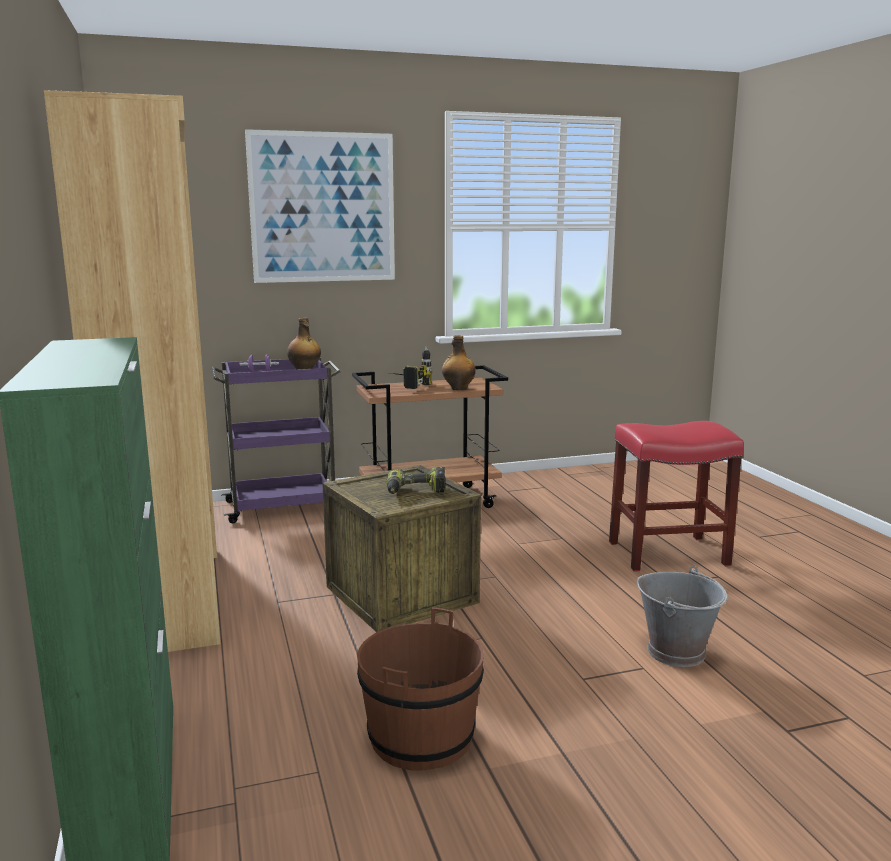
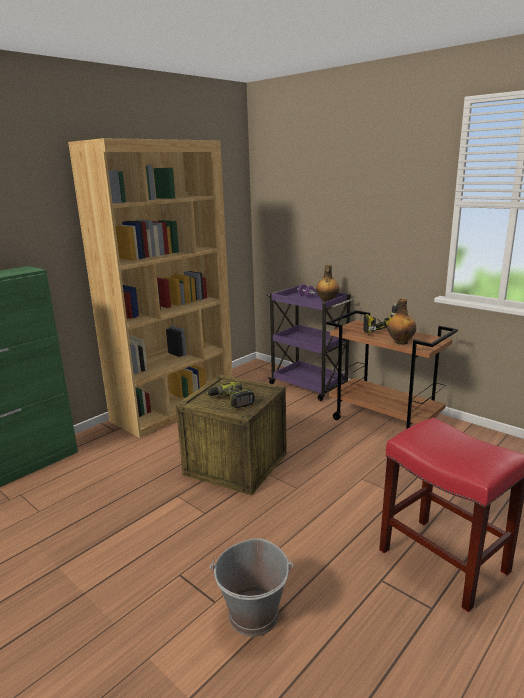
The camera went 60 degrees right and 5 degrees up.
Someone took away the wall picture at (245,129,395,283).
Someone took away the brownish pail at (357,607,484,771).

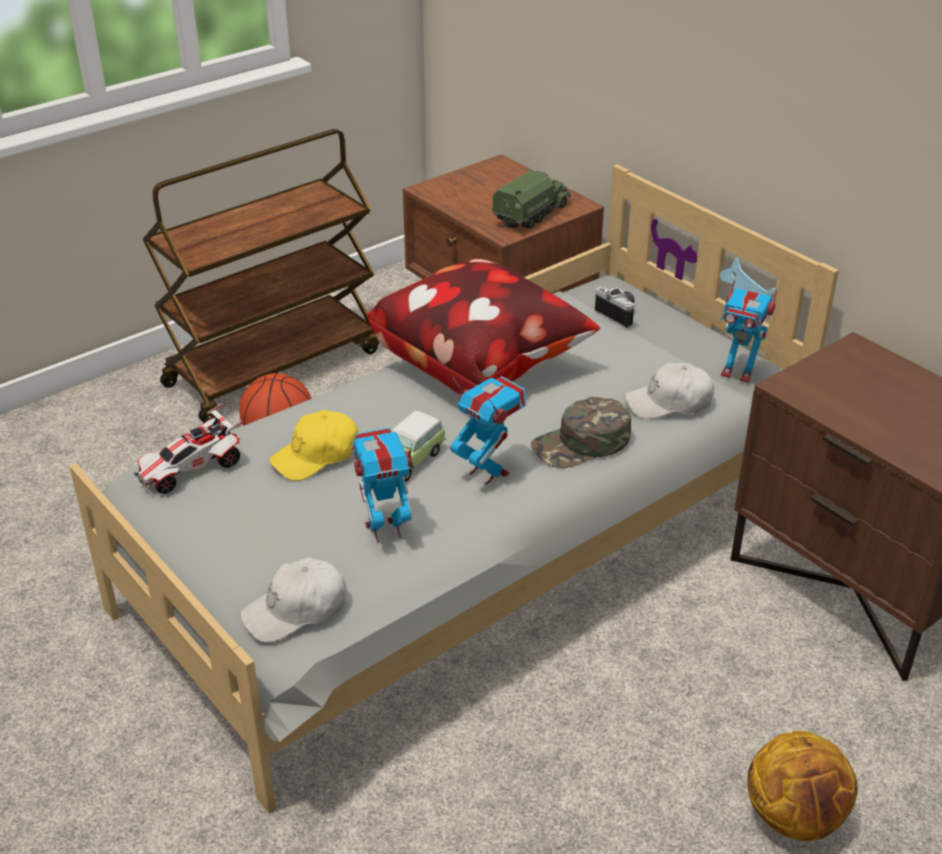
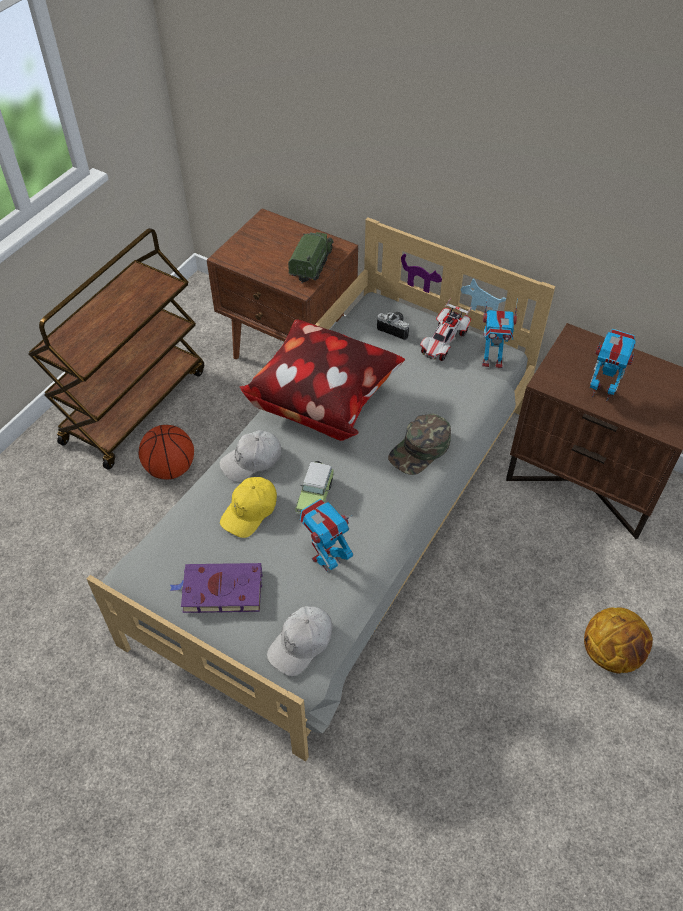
The camera went 20 degrees left and 15 degrees up.
Someone put down the purple volume at (170,563,263,613).
Someone carried the white peaked cap from (625,362,714,419) to (219,430,281,482).
Someone carried the miniature car from (134,403,242,494) to (420,298,472,361).
Someone carried the robot figure from (450,376,526,485) to (590,329,636,402).

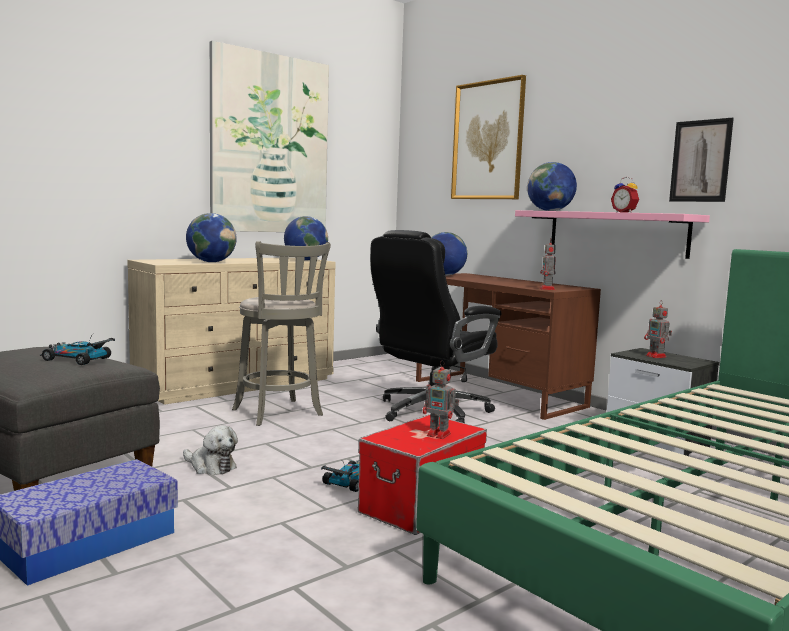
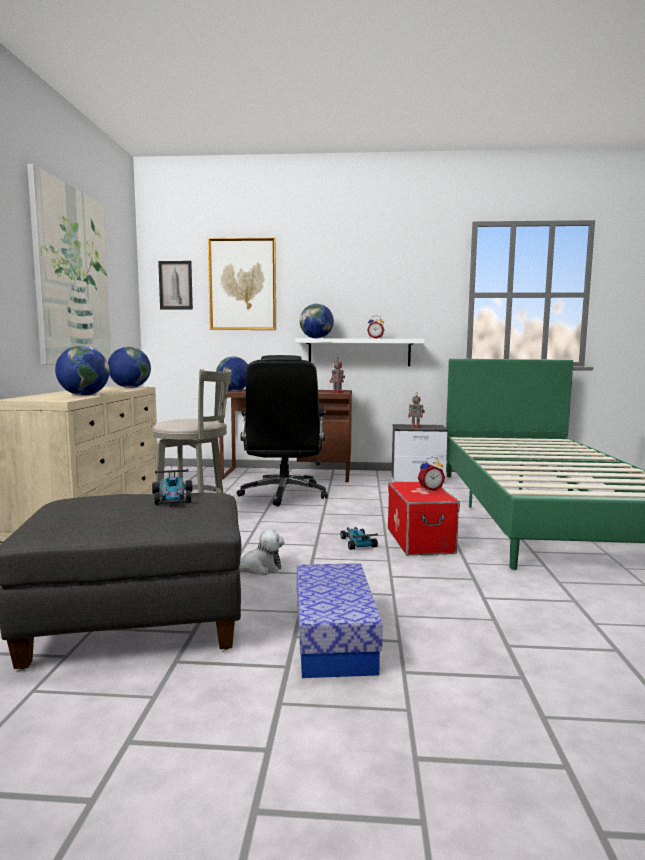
The camera went 45 degrees left and 0 degrees up.
Someone rotated the miniature car at (40,333,115,365) by 75 degrees counterclockwise.
Someone carried the wall picture from (669,118,734,202) to (158,261,193,310).
Someone repainted the pink-coloured shelf at (515,210,710,259), which became the white shelf at (295,338,425,366).
Someone swapped the robot figure at (423,360,459,439) for the alarm clock at (418,457,445,491).

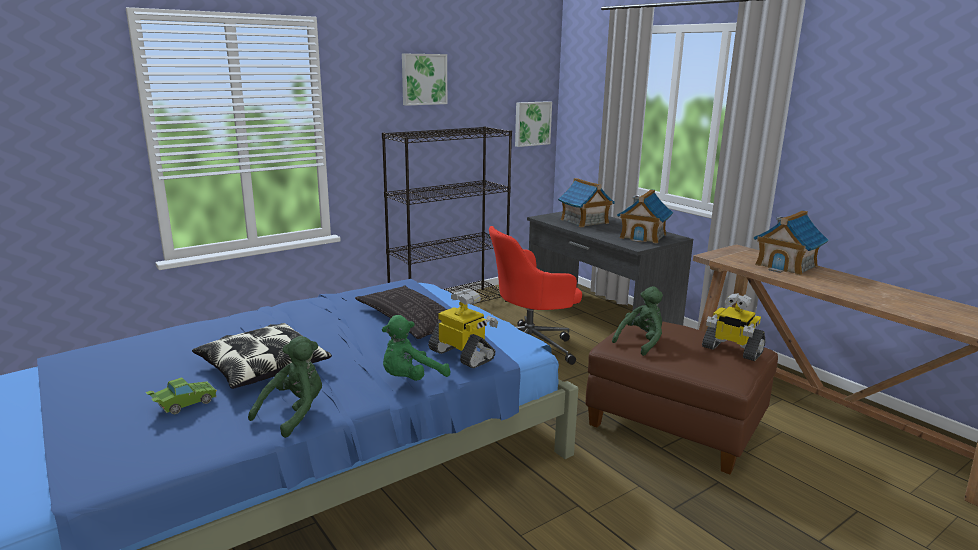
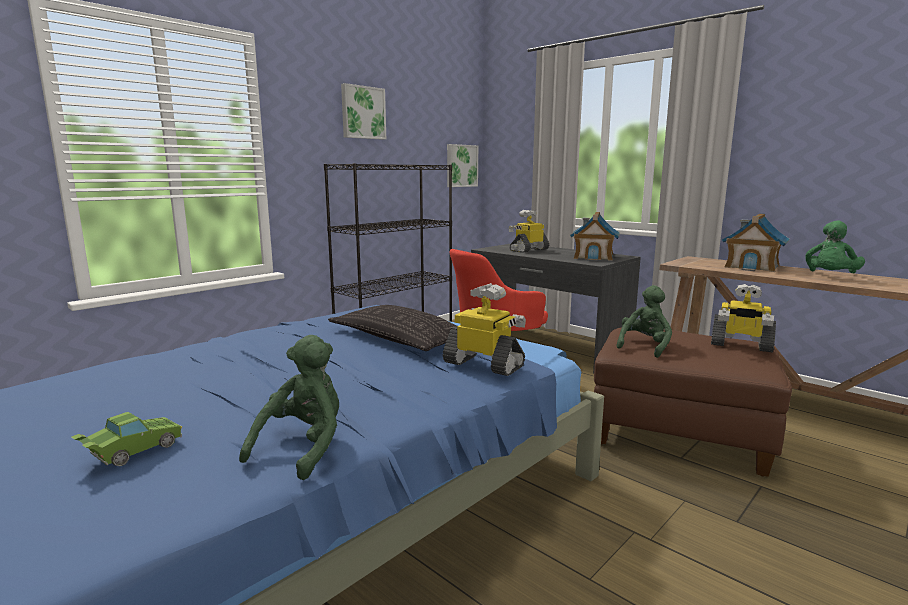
The camera went 10 degrees left and 5 degrees down.
Someone swapped the model house at (558,178,615,227) for the robot figure at (509,210,549,253).
Someone carried the greenish cuddly toy from (382,315,450,381) to (805,220,865,273).
Someone took away the throw pillow at (192,323,332,389).

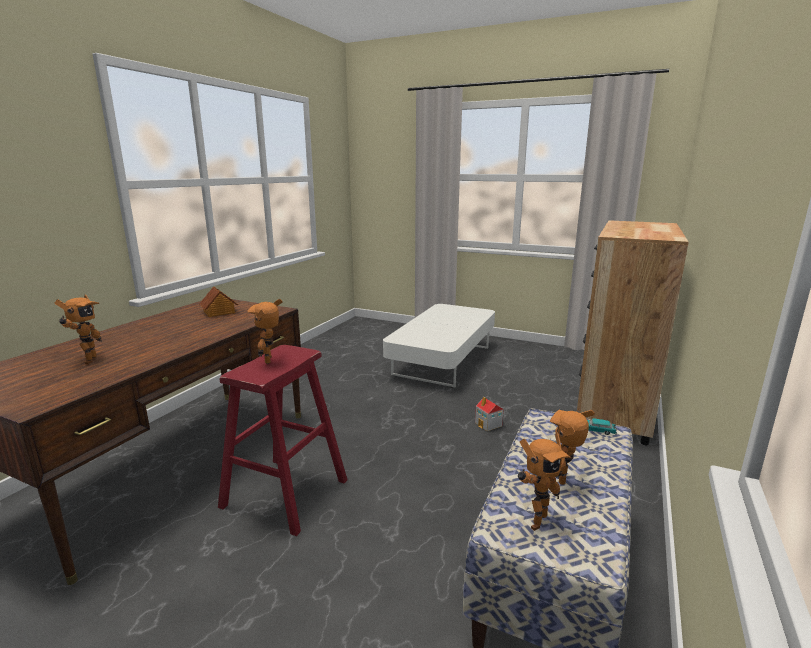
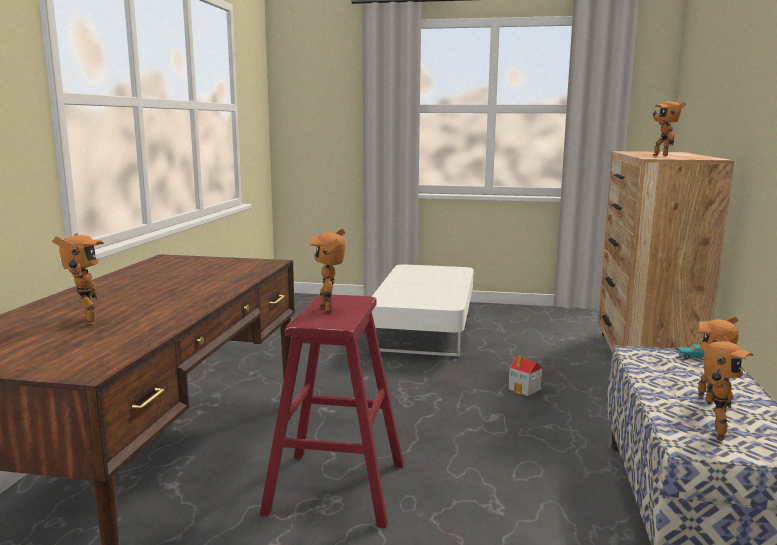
The camera went 15 degrees left and 5 degrees down.
Someone put down the robot figure at (653,101,686,156).
Someone took away the model house at (199,286,238,317).

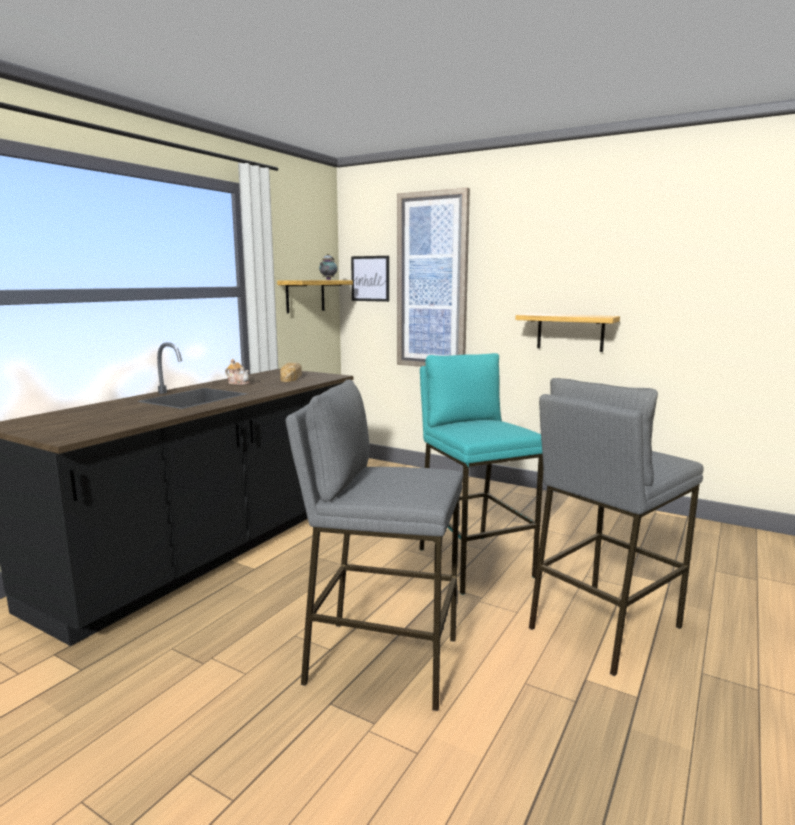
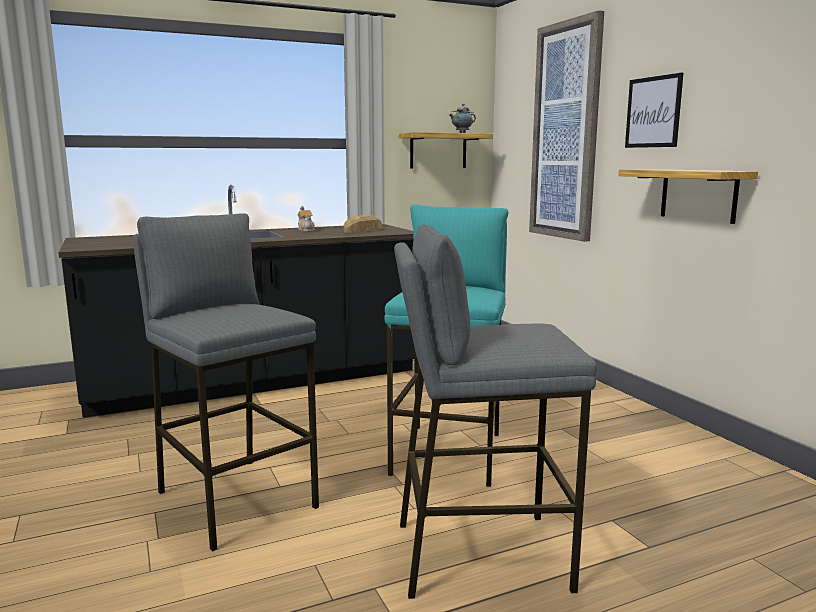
The camera went 35 degrees right and 0 degrees up.
Someone carried the wall picture from (351,256,389,302) to (625,73,683,148).

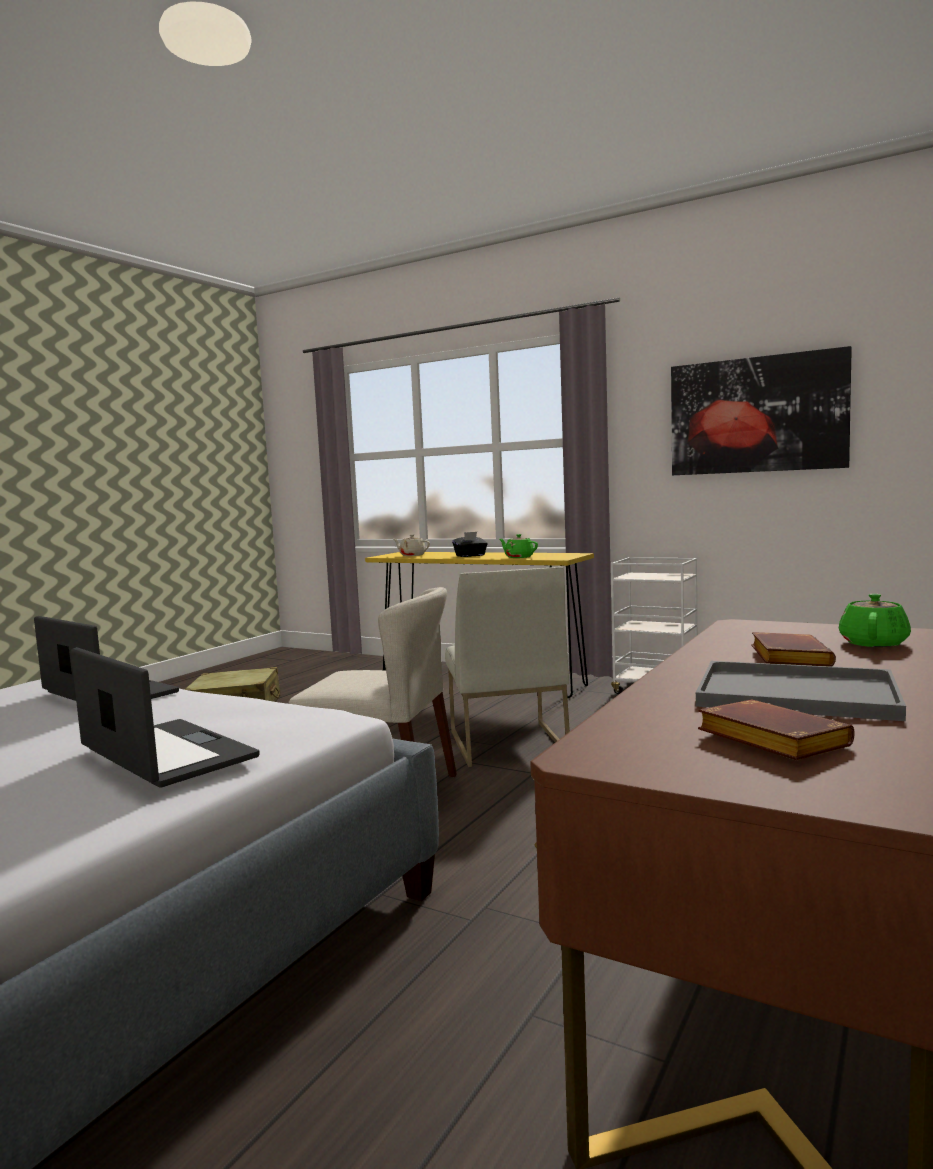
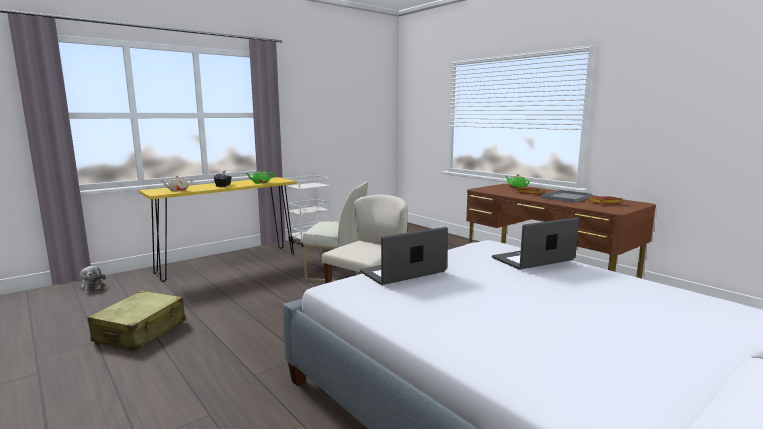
The camera went 70 degrees left and 5 degrees up.
Someone put down the cuddly toy at (80,266,106,291).
Someone took away the wall picture at (671,346,852,475).

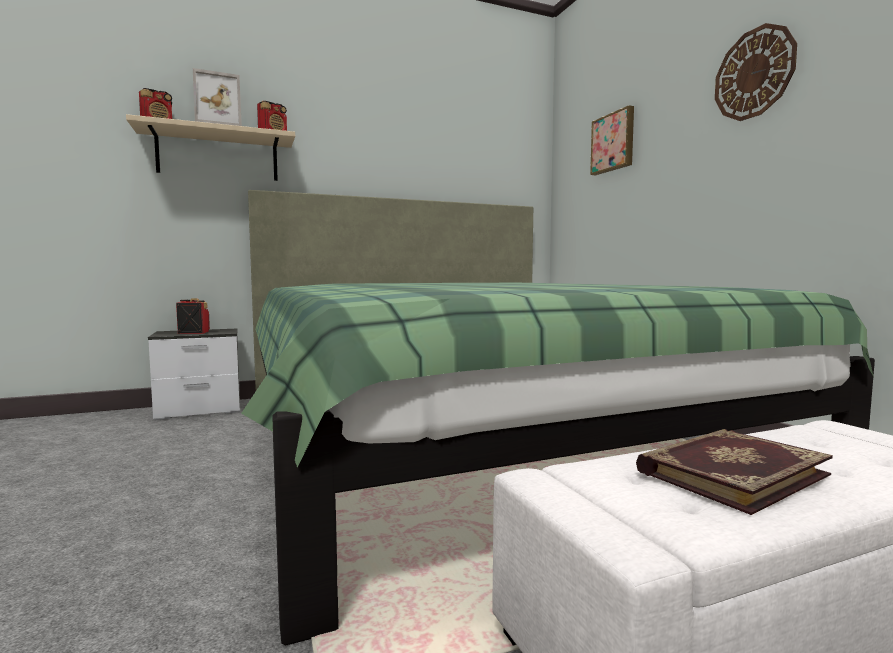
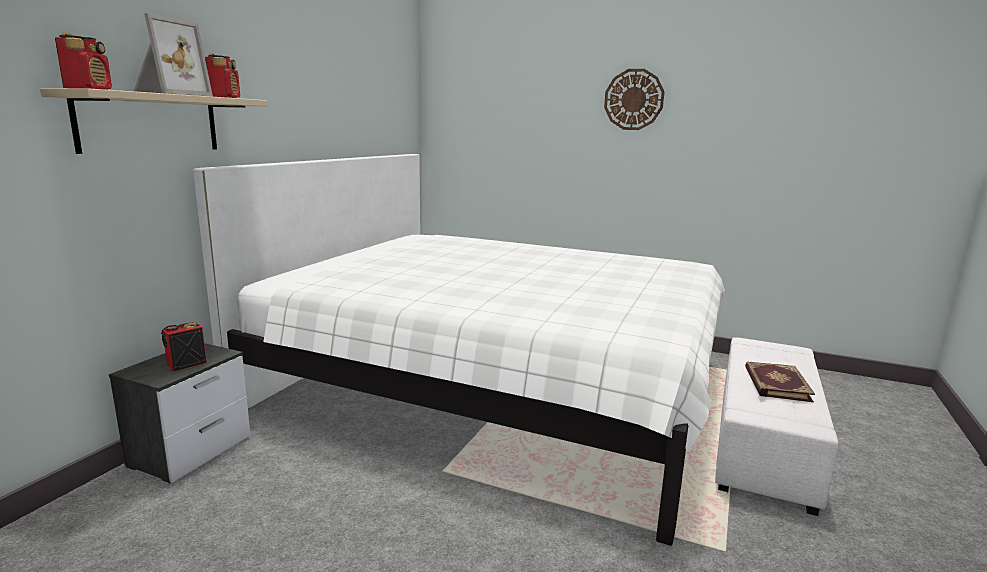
The camera went 45 degrees left and 10 degrees up.
Someone repainted the greenish bedroom bed at (241,190,875,646), which became the white bedroom bed at (193,154,725,546).
Someone took away the wall picture at (590,105,634,175).

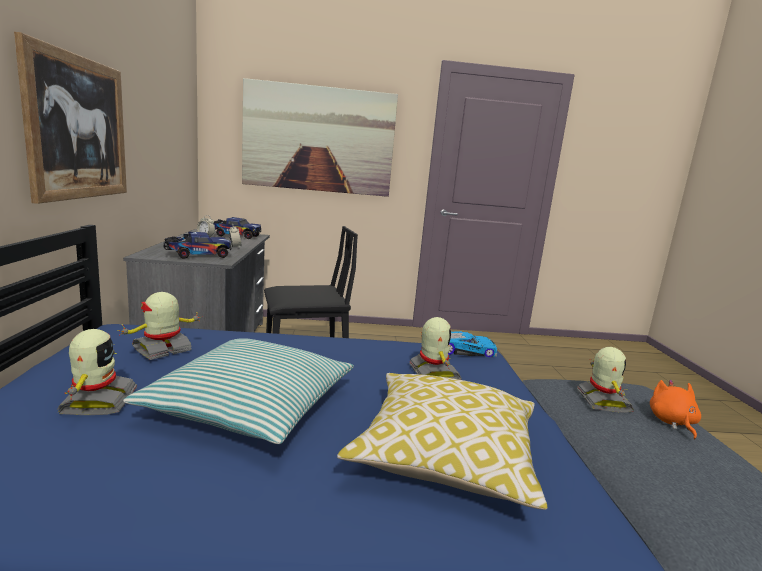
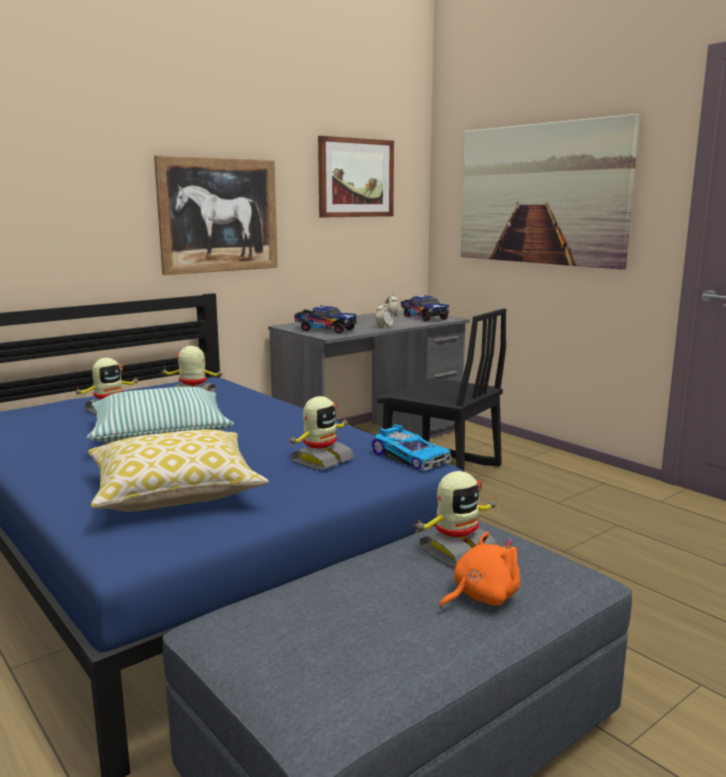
The camera went 55 degrees right and 0 degrees up.
Someone put up the wall picture at (318,136,394,217).

